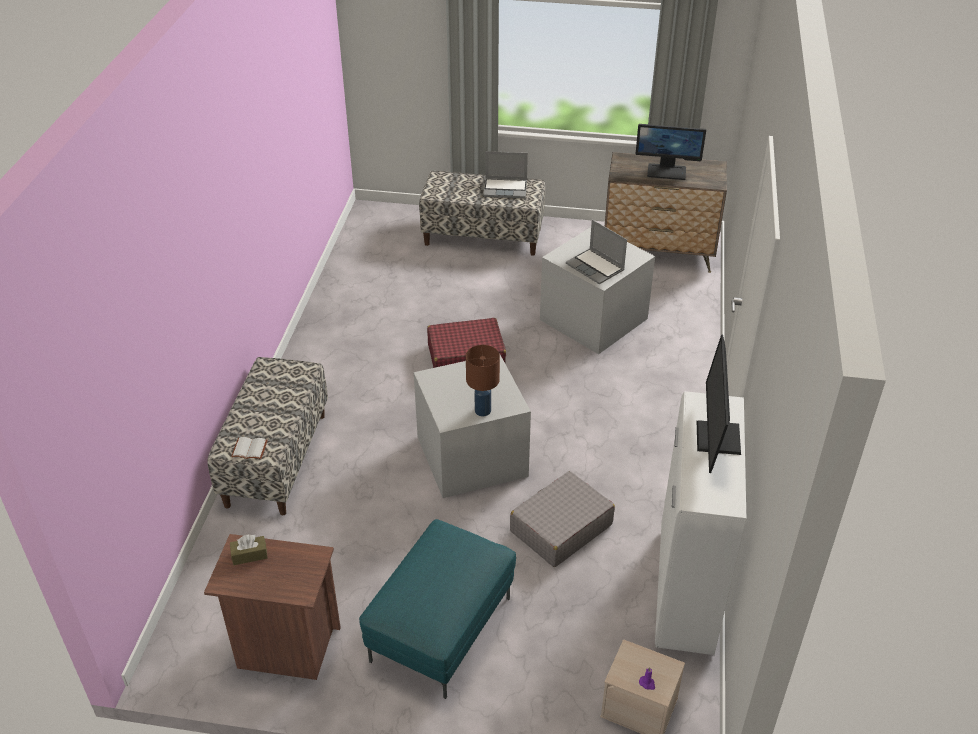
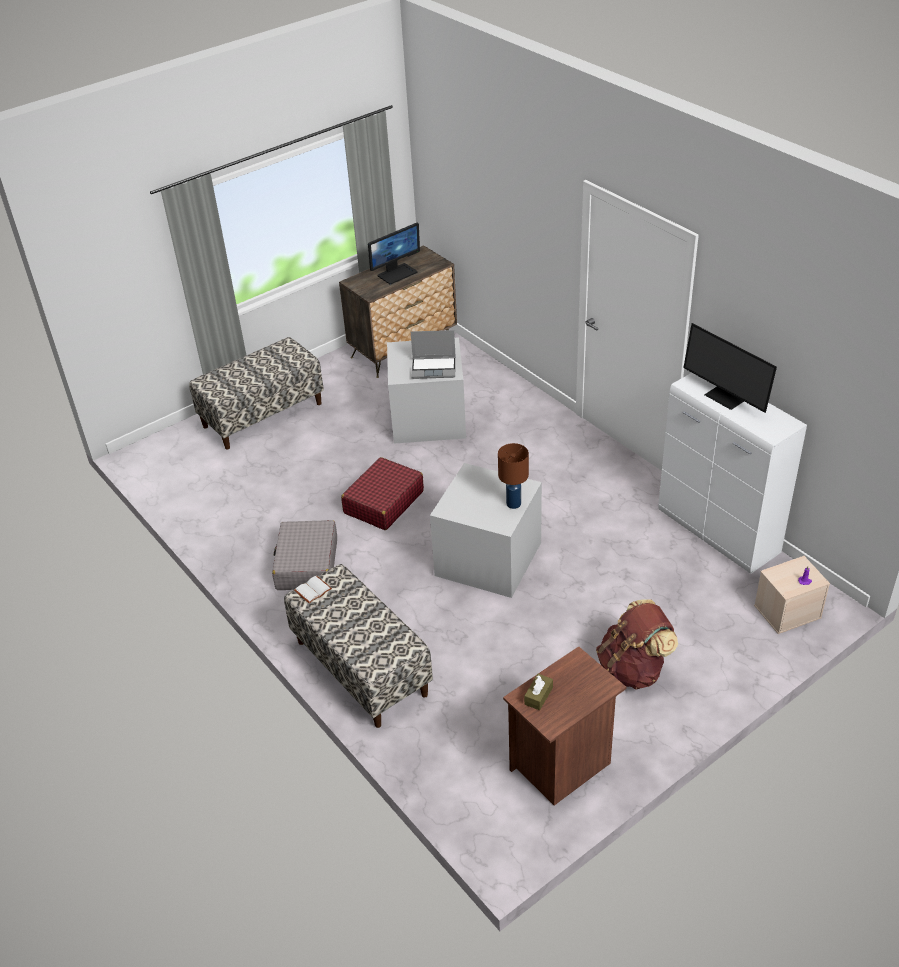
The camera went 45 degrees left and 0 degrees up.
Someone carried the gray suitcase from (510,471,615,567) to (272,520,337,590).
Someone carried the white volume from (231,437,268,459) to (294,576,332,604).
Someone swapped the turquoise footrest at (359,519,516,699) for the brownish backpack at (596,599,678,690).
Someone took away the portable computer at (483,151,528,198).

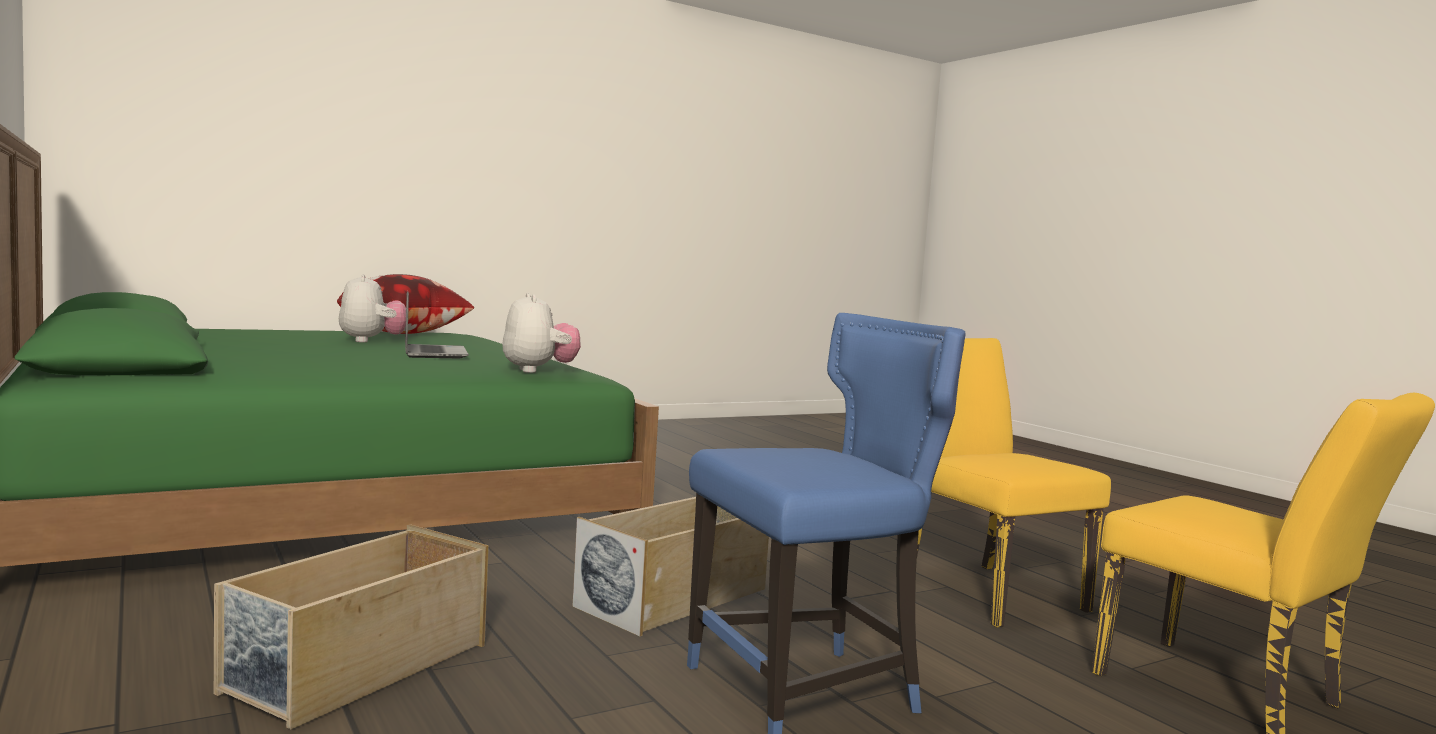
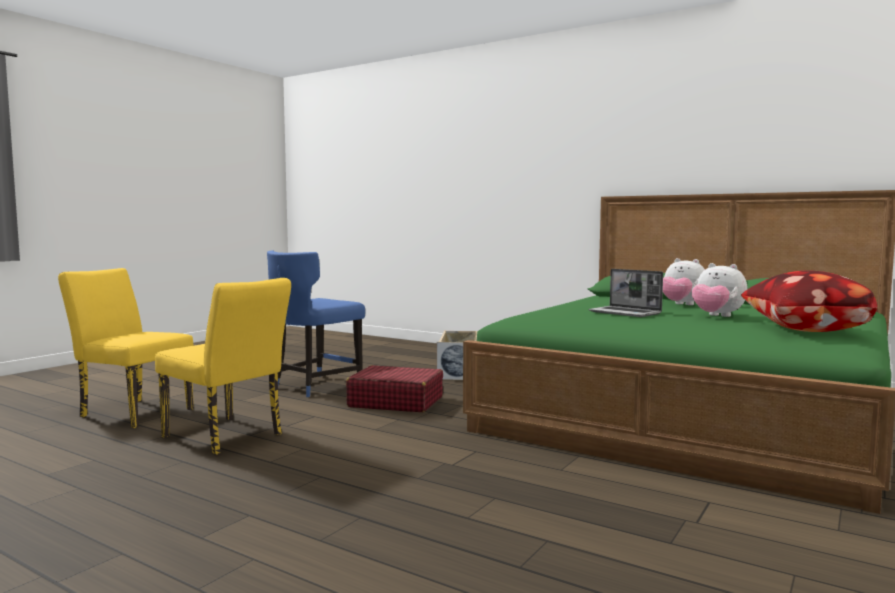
The camera went 155 degrees right and 0 degrees up.
Someone swapped the beige storage bin at (572,497,769,636) for the red-coloured suitcase at (346,365,443,412).
Someone carried the cuddly toy from (502,293,581,373) to (663,258,705,305).

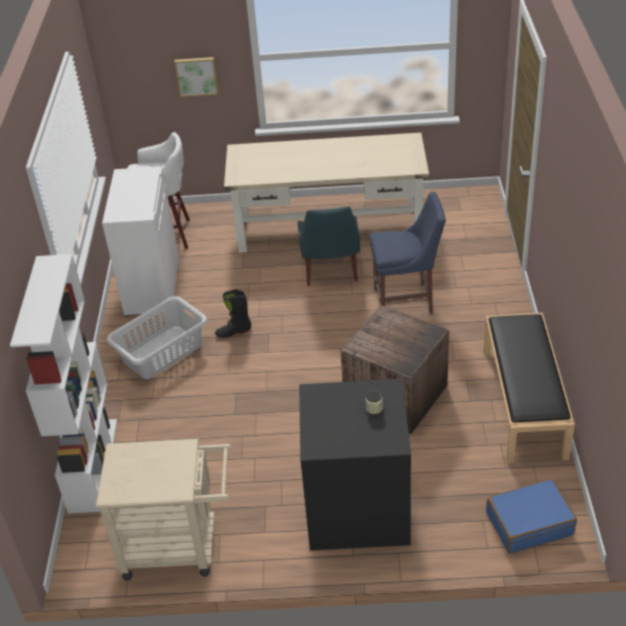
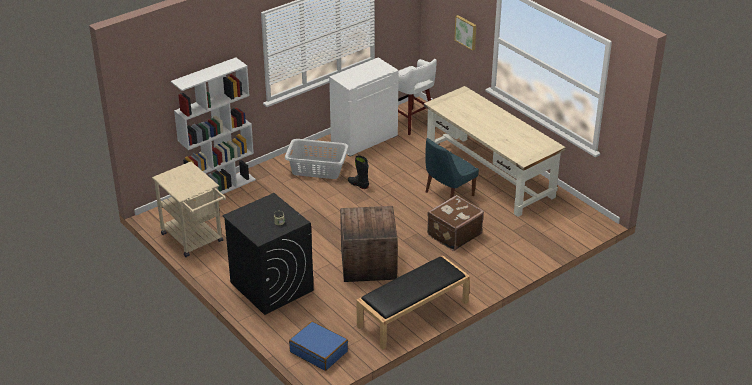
The camera went 50 degrees right and 5 degrees down.
Someone swapped the bluish upright chair at (369,192,446,314) for the brownish suitcase at (427,195,484,251).

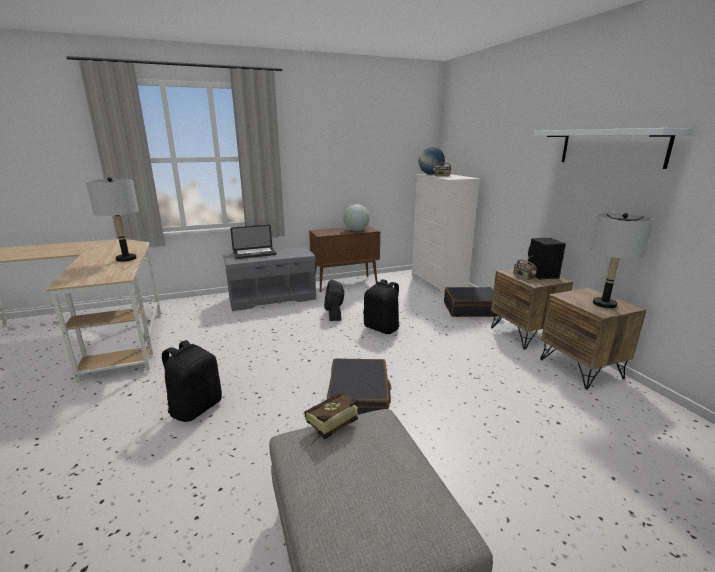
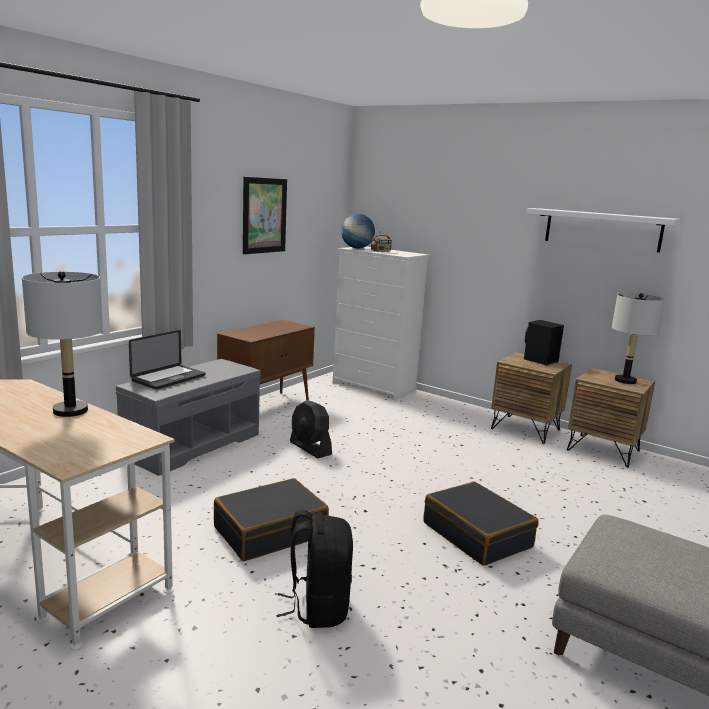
The camera went 35 degrees left and 5 degrees down.
Someone carried the blackish suitcase from (444,287,499,317) to (214,478,329,561).
Someone put up the wall picture at (243,177,287,254).
Someone took away the volume at (305,393,358,446).
Someone took away the world globe at (343,204,370,231).
Someone took away the blackish backpack at (363,279,400,334).
Someone took away the radio set at (513,255,537,280).

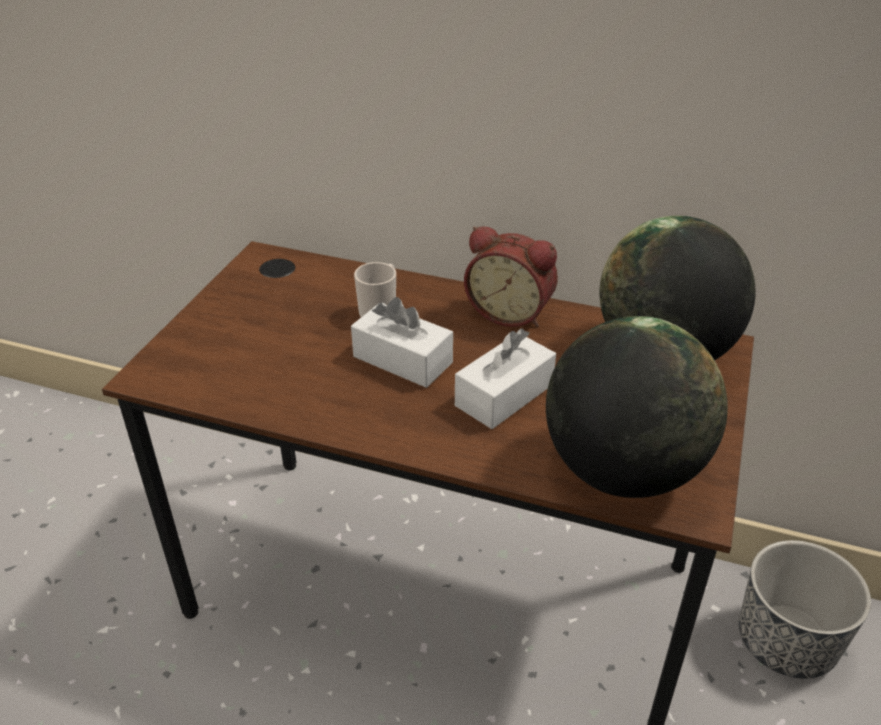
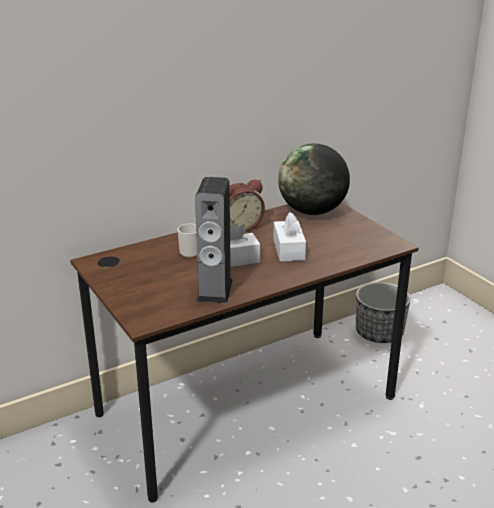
The camera went 50 degrees left and 10 degrees down.
Someone put down the audio speaker at (195,177,233,303).
Someone took away the world globe at (546,316,728,498).

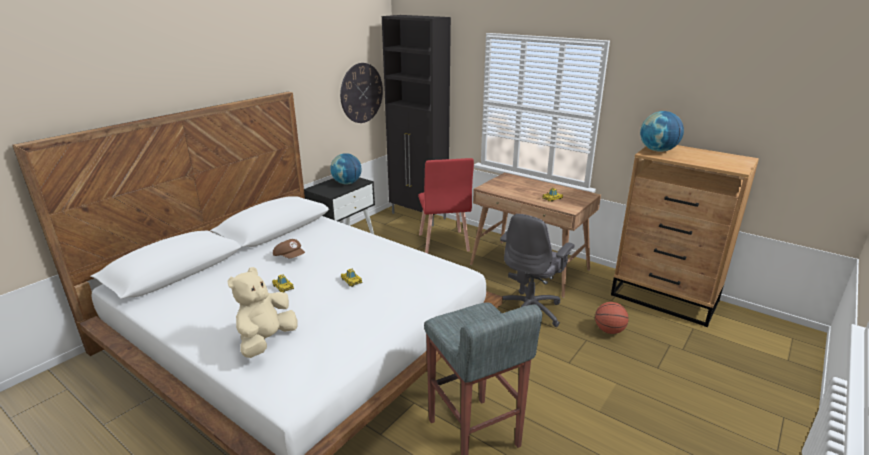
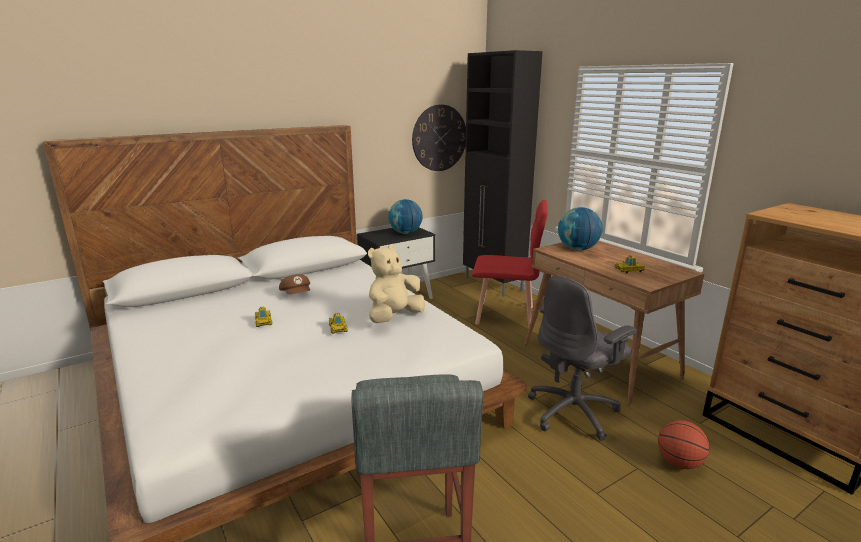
The camera went 20 degrees right and 5 degrees down.
Someone carried the beige cuddly toy from (228,267,298,358) to (368,245,425,323).
Someone rotated the red-coloured upright chair at (418,158,474,253) by 90 degrees counterclockwise.
Someone carried the world globe from (640,111,684,152) to (558,207,603,250).

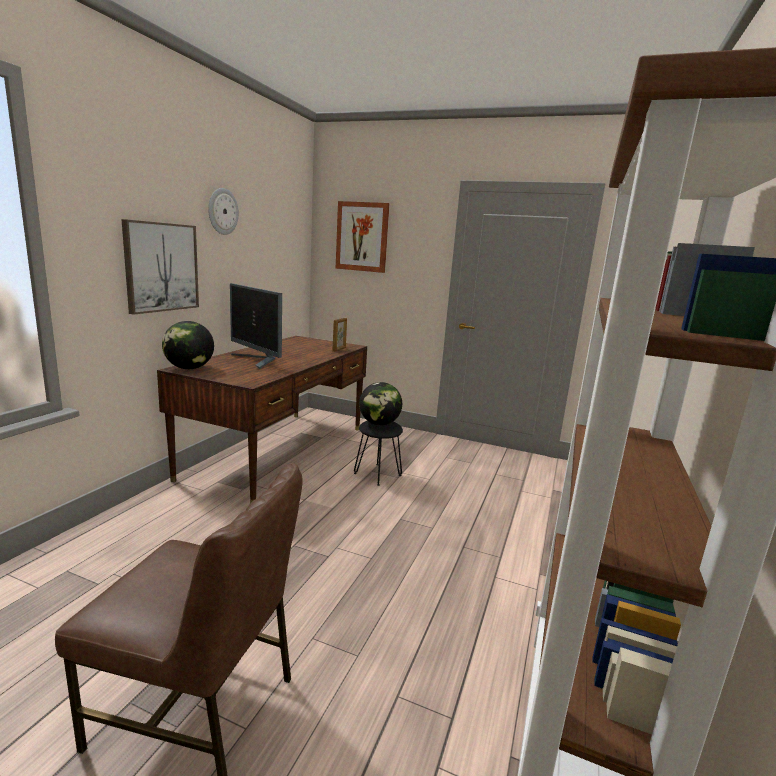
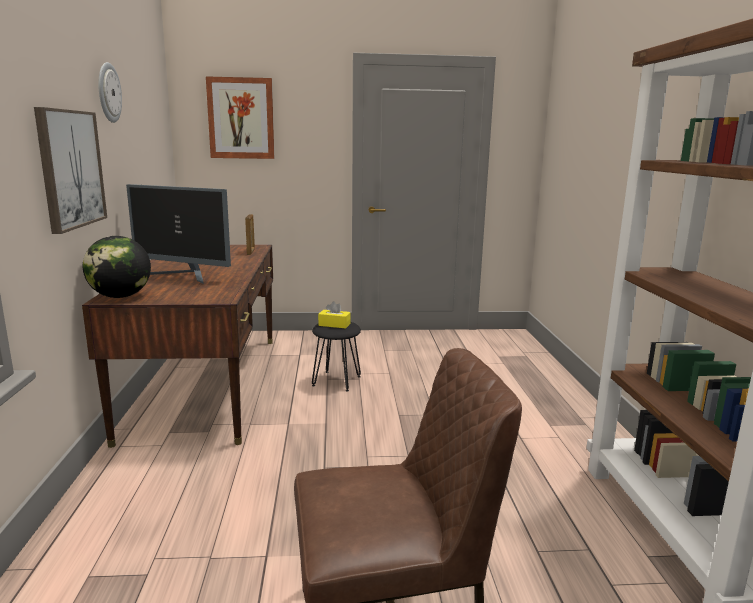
The camera went 25 degrees left and 0 degrees up.
Someone swapped the world globe at (359,382,402,425) for the yellowish box of tissues at (318,301,350,329).

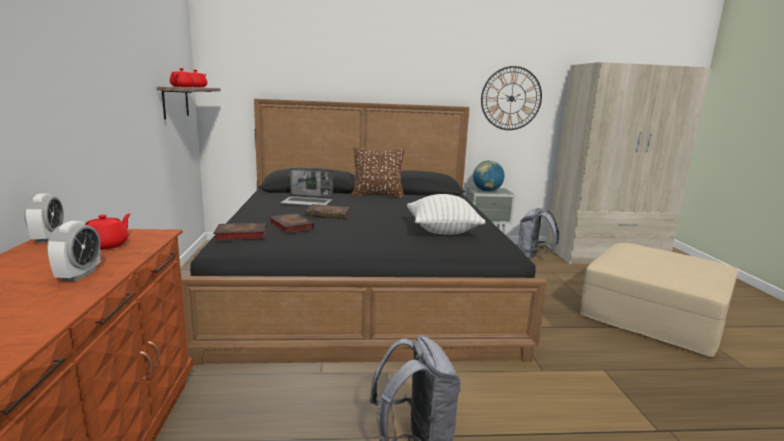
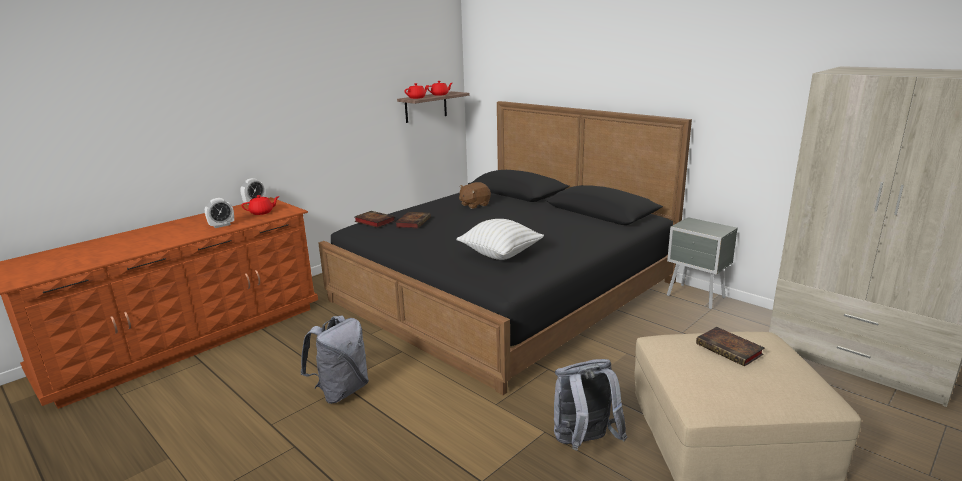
The camera went 50 degrees right and 5 degrees up.
Someone swapped the portable computer at (281,168,333,206) for the brownish cuddly toy at (459,182,491,209).
Someone carried the gray backpack from (518,208,560,260) to (554,359,627,451).
Someone carried the volume from (306,204,351,219) to (696,327,765,367).
Someone took away the brownish throw pillow at (352,147,405,198).
Someone took away the world globe at (473,160,504,192).
Someone took away the wall clock at (481,66,542,130).

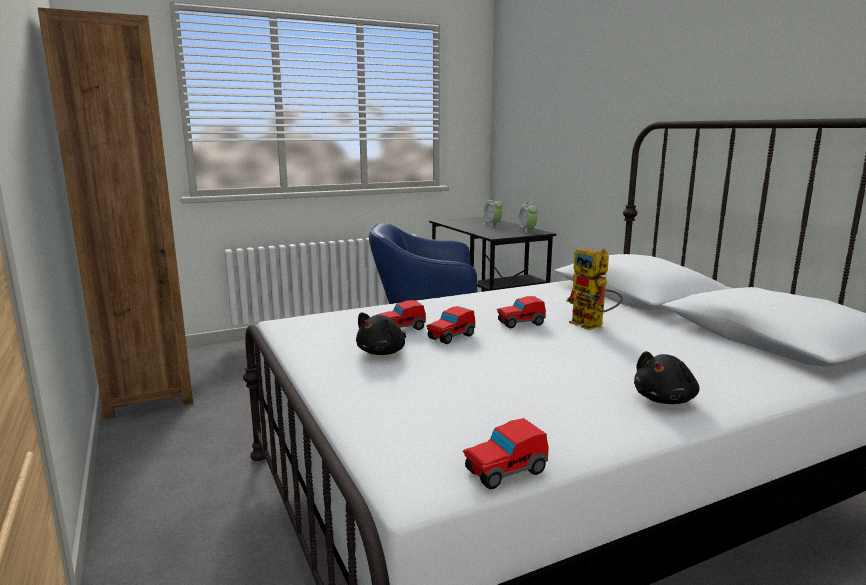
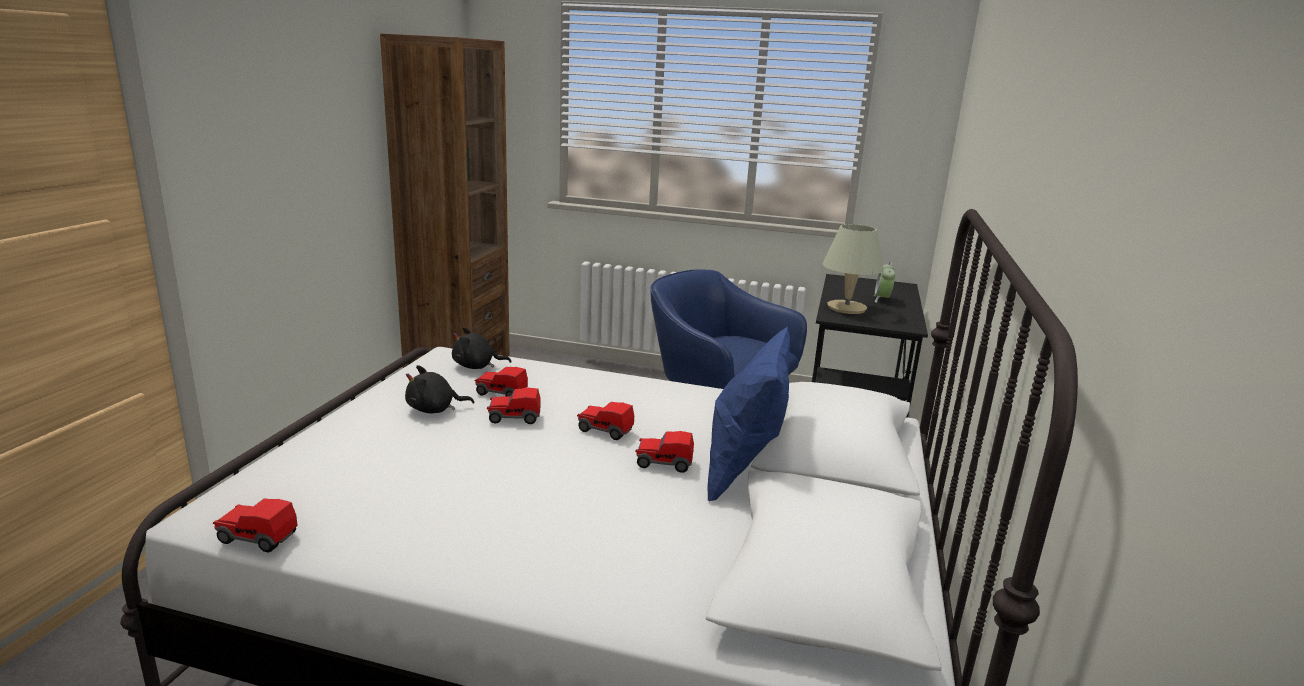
The camera went 40 degrees right and 5 degrees up.
Someone carried the blackish cuddly toy from (634,351,699,404) to (452,327,511,369).
Someone swapped the robot figure at (566,248,623,330) for the miniature car at (635,431,694,473).
Someone put down the bluish throw pillow at (708,326,790,502).
Someone put down the beige tabletop lamp at (823,224,884,314).
Someone took away the alarm clock at (518,201,537,233).

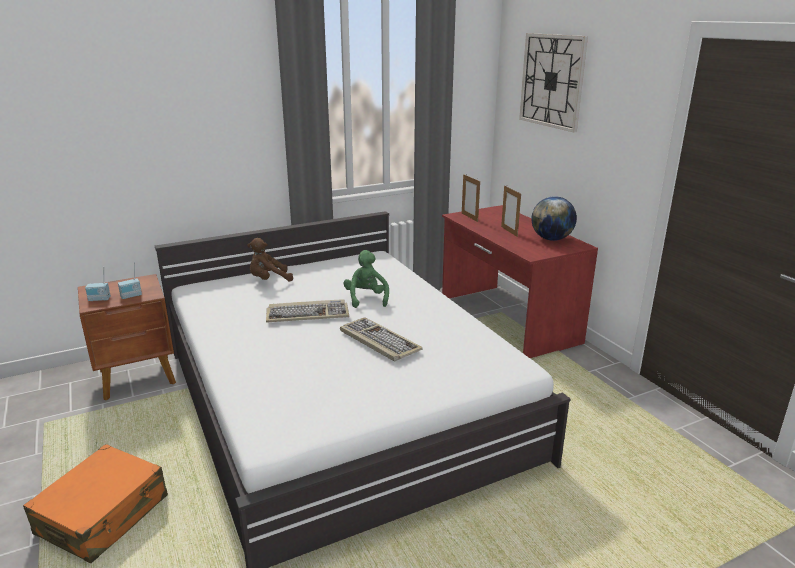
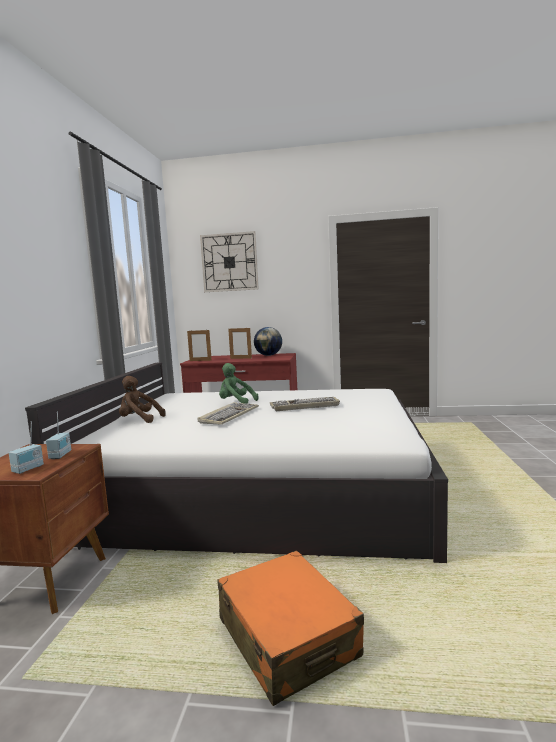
The camera went 55 degrees left and 15 degrees down.
Someone rotated the brownish cuddly toy at (247,238,293,282) by 90 degrees clockwise.

